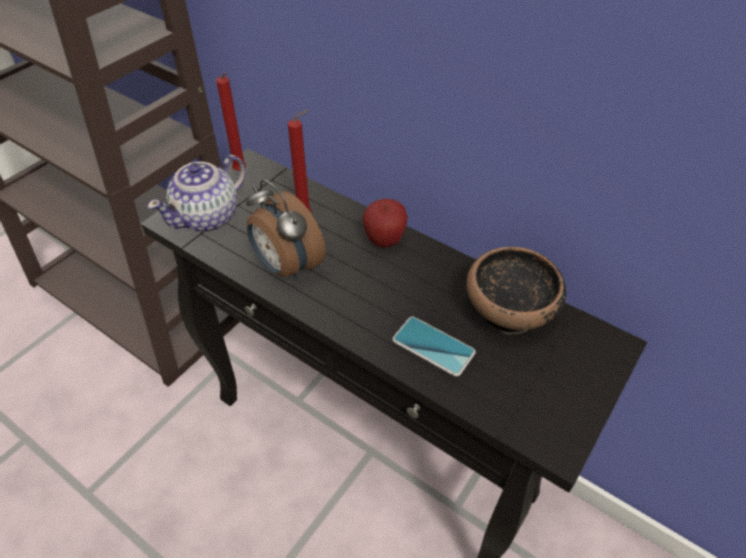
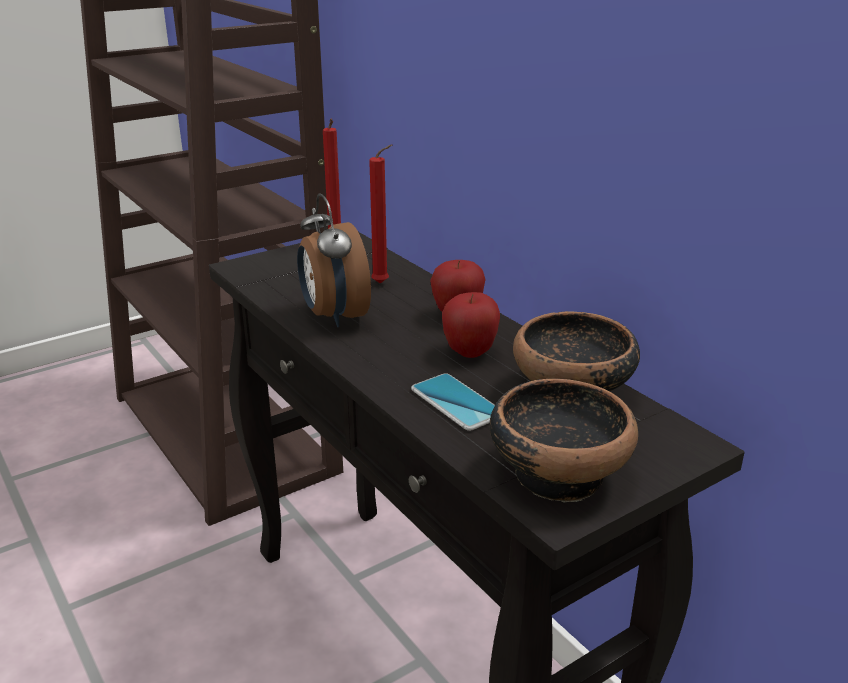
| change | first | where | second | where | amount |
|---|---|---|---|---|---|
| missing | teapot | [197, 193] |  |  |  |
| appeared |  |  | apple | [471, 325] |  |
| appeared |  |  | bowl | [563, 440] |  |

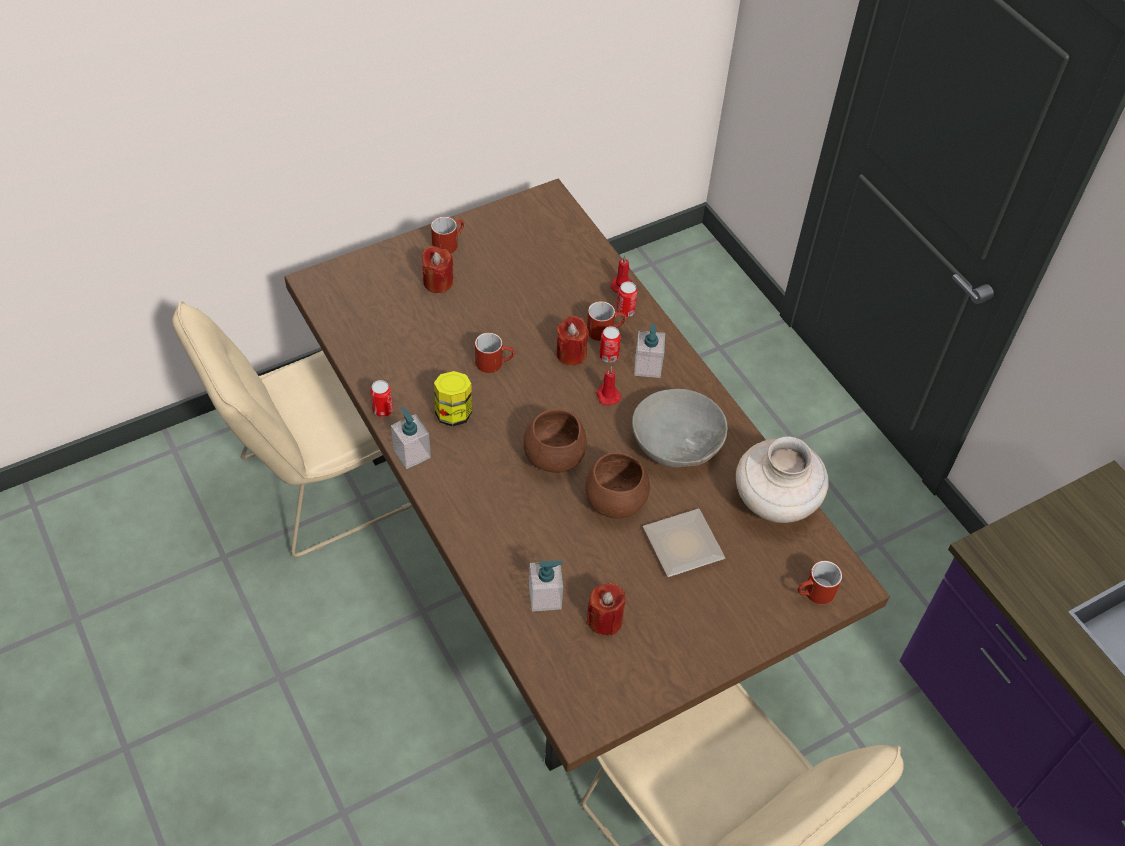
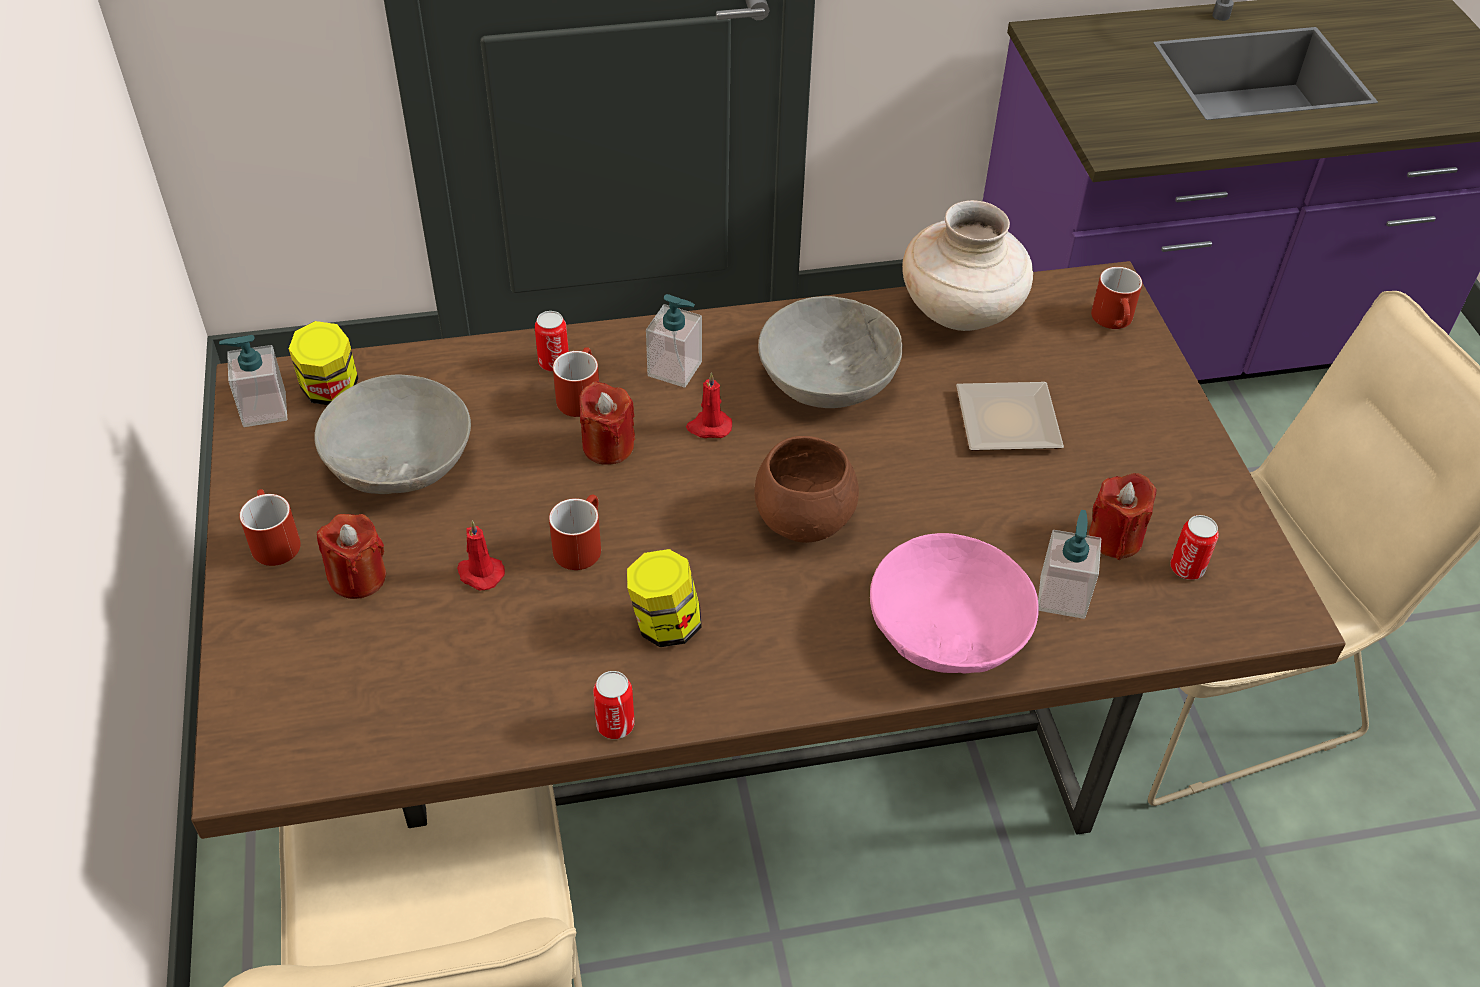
| change | first | where | second | where | amount |
|---|---|---|---|---|---|
| relocated | candle in red | [621, 274] |  | [481, 555] |  |
| relocated | can | [610, 344] |  | [1194, 547] |  |
| relocated | soap dispenser | [411, 438] |  | [253, 381] |  |
| missing | bowl in brown | [617, 485] |  |  |  |
| appeared |  |  | jar | [323, 363] |  |
| appeared |  |  | bowl in grey | [392, 434] |  |
| appeared |  |  | bowl in pink | [954, 603] |  |

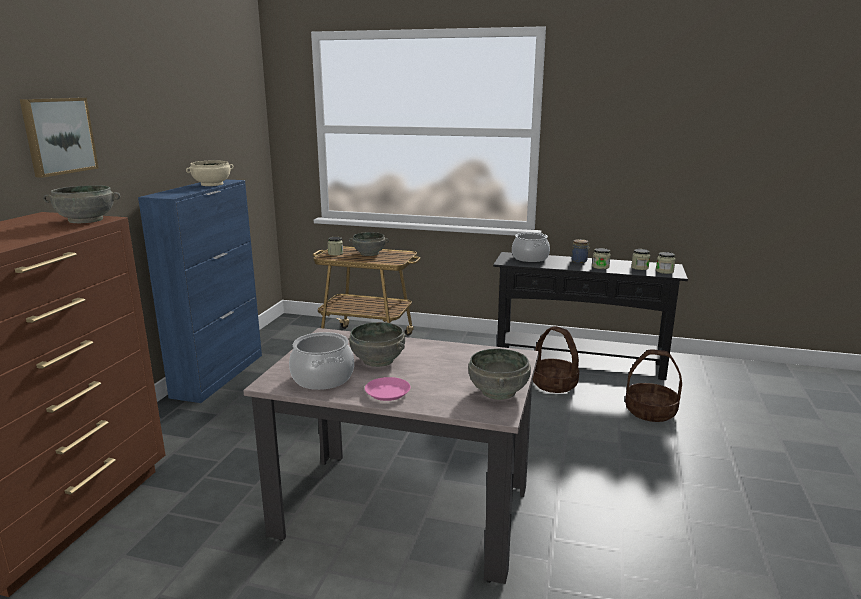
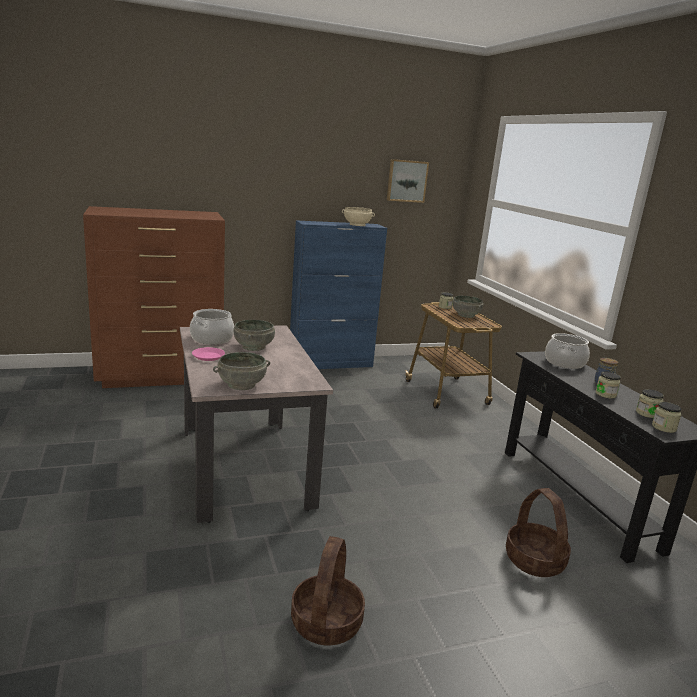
| change | first | where | second | where | amount |
|---|---|---|---|---|---|
| relocated | picture | [59, 138] |  | [408, 181] |  |
| missing | bowl in grey | [81, 204] |  |  |  |
| relocated | basket | [555, 359] |  | [328, 591] |  |

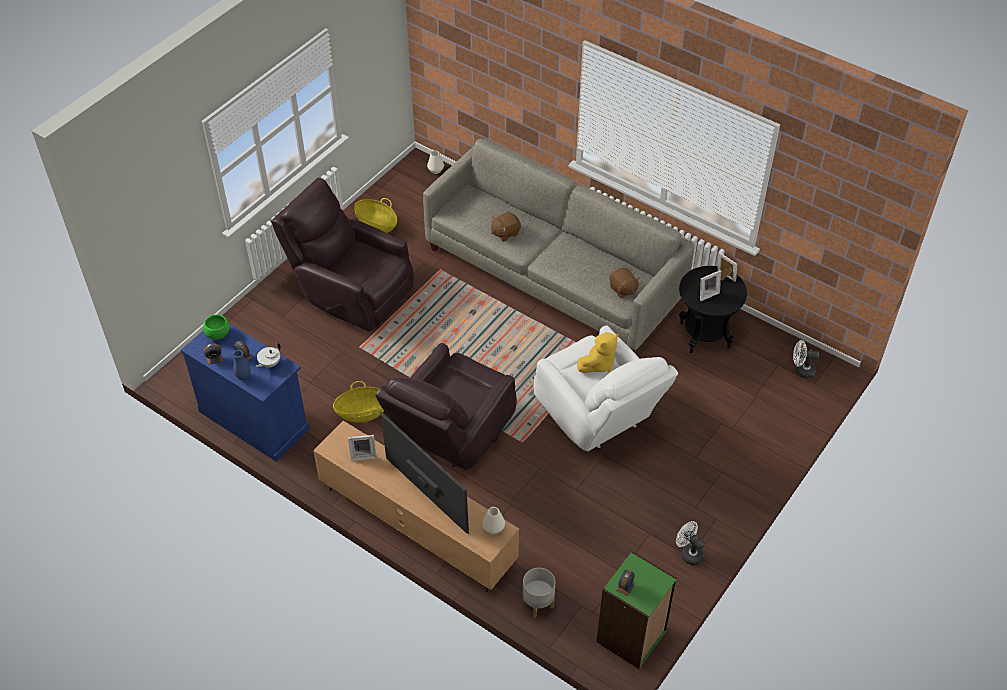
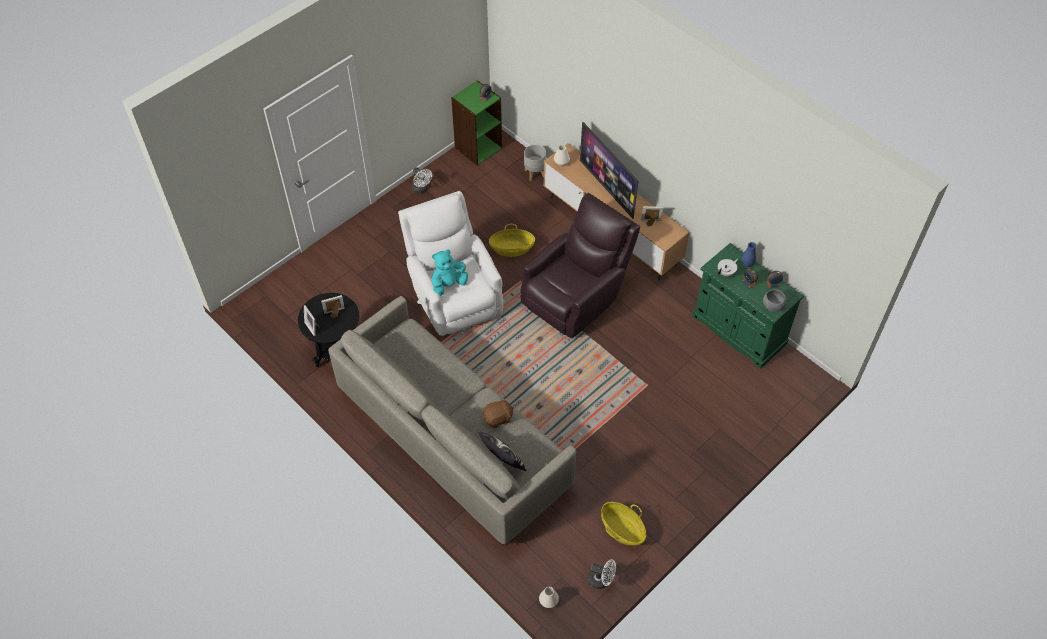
| change | first | where | second | where | amount |
|---|---|---|---|---|---|
| missing | armchair in brown | [342, 254] |  |  |  |
| missing | plush toy in brown | [624, 283] |  |  |  |
| colour | bowl in green | [216, 327] | bowl in grey | [775, 300] |  |
| colour | cabinet in blue | [245, 393] | cabinet in green | [748, 306] |  |
| colour | plush toy in yellow | [598, 352] | plush toy in turquoise | [450, 272] |  |
| relocated | fan in white | [806, 359] |  | [602, 574] |  |
| relocated | basket | [358, 401] |  | [512, 240] |  |
| appeared |  |  | pillow | [502, 451] |  |

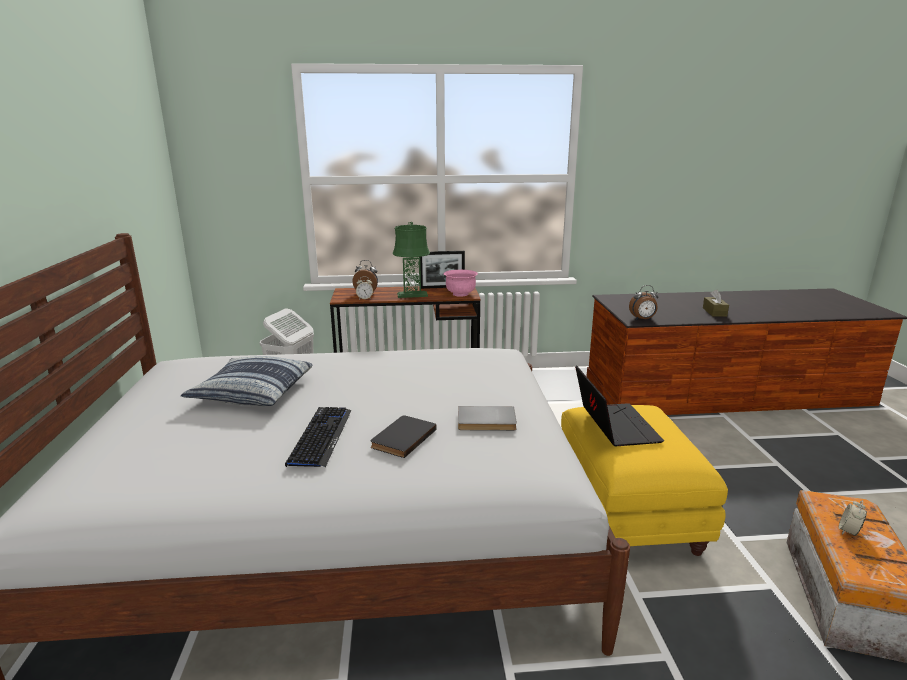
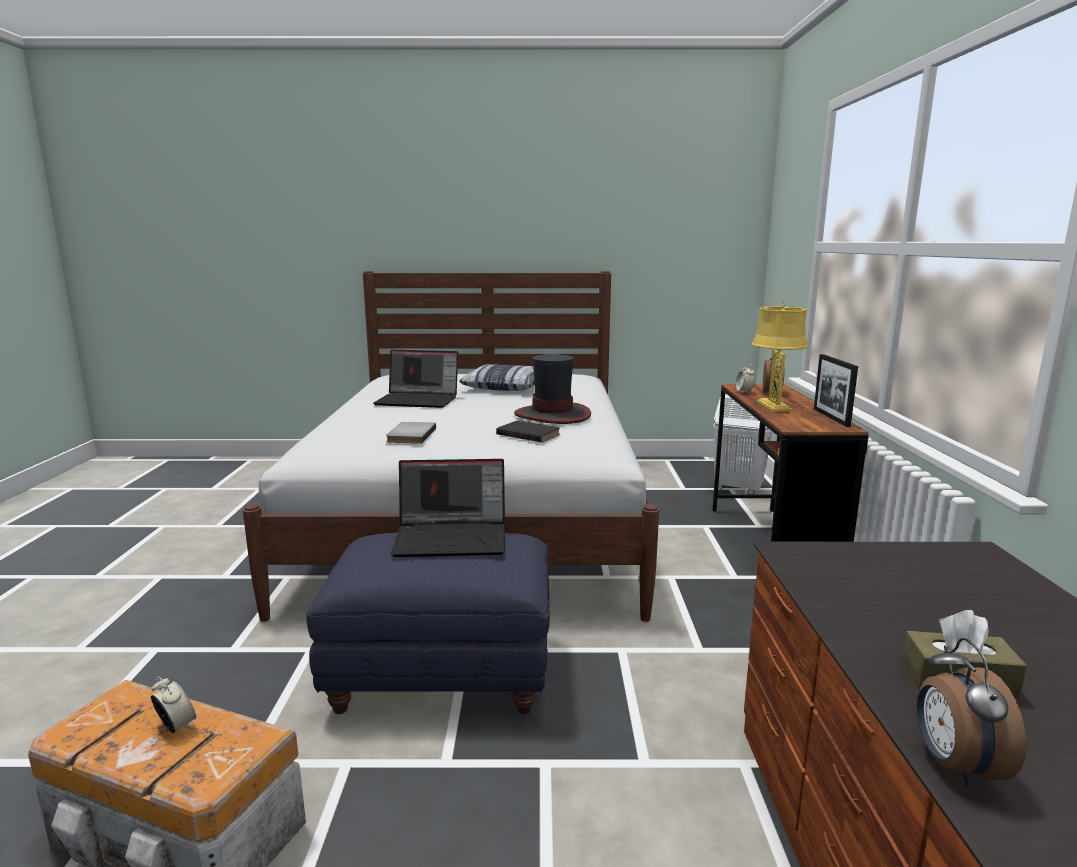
| change | first | where | second | where | amount |
|---|---|---|---|---|---|
| colour | table lamp in green | [411, 260] | table lamp in yellow | [780, 356] |  |
| missing | bowl in pink | [461, 283] |  |  |  |
| relocated | alarm clock | [643, 302] |  | [972, 712] |  |
| colour | ottoman in yellow | [644, 480] | ottoman in blue | [428, 623] |  |
| exchanged | keyboard | [318, 437] | laptop | [415, 379] |  |
| relocated | book in black | [404, 436] |  | [528, 432] |  |
| appeared |  |  | hat | [552, 389] |  |

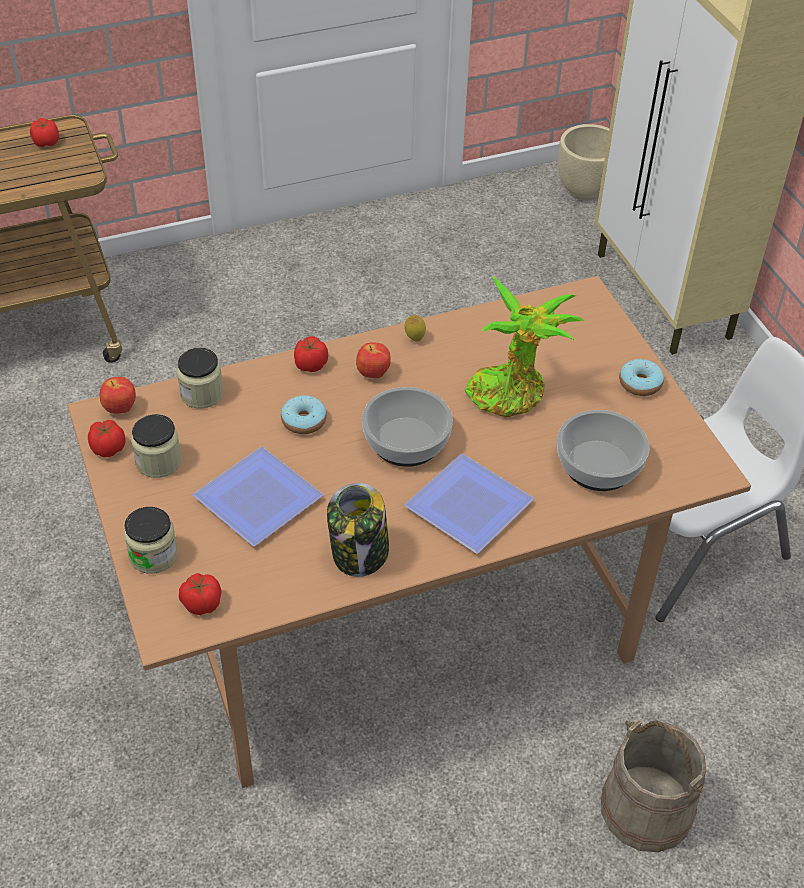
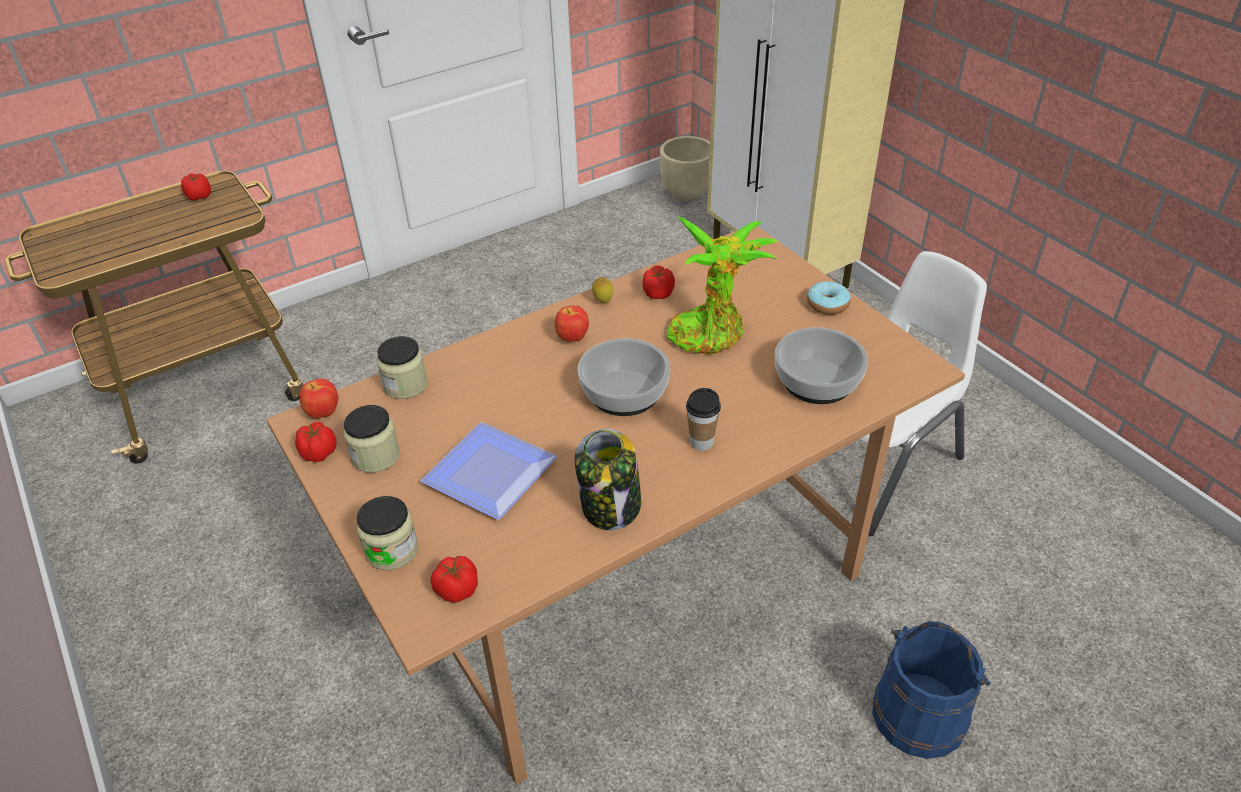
| change | first | where | second | where | amount |
|---|---|---|---|---|---|
| relocated | tomato | [311, 354] |  | [659, 282] |  |
| missing | donut | [304, 414] |  |  |  |
| exchanged | plate | [469, 503] | cup | [703, 419] |  |
| colour | bucket in beige | [653, 785] | bucket in blue | [931, 690] |  |

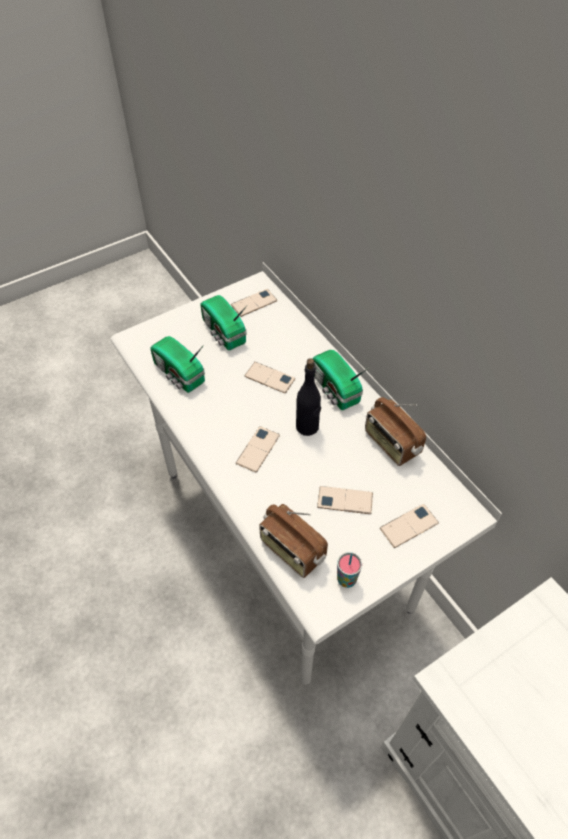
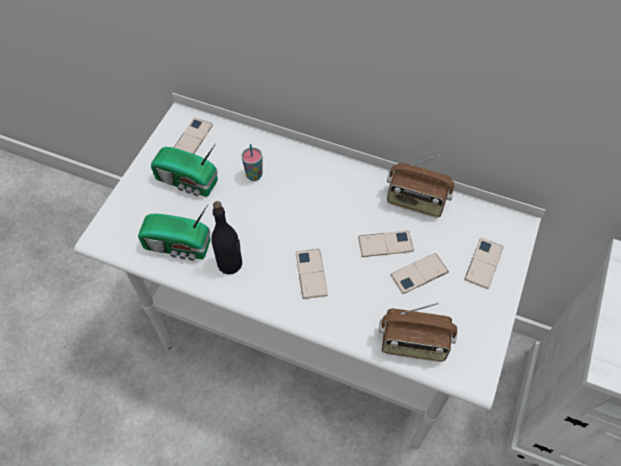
| change | first | where | second | where | amount |
|---|---|---|---|---|---|
| missing | radio | [341, 380] |  |  |  |
| relocated | bottle in black | [308, 397] |  | [226, 237] |  |
| relocated | phone | [269, 377] |  | [386, 244] |  |
| relocated | cup | [349, 570] |  | [251, 162] |  |

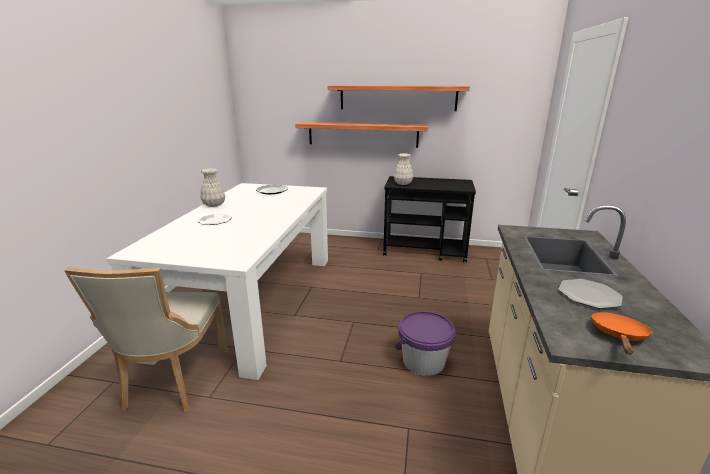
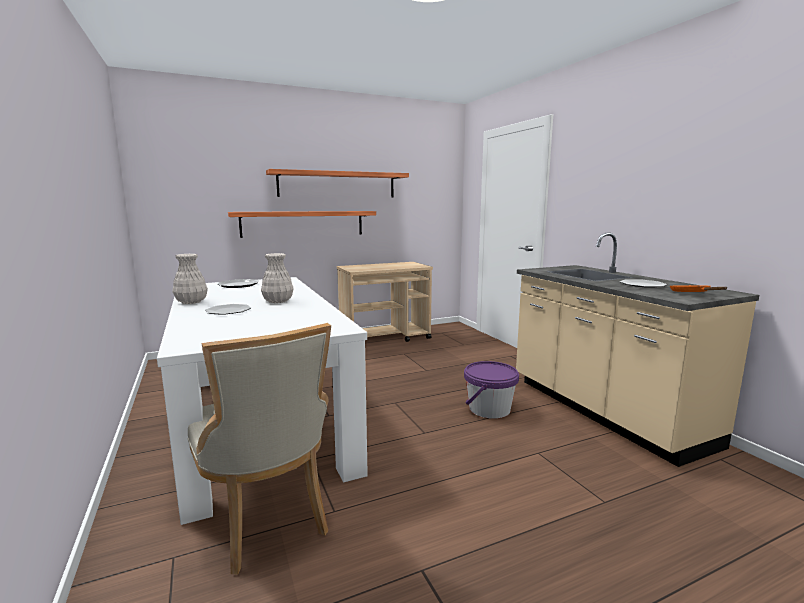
| change | first | where | second | where | amount |
|---|---|---|---|---|---|
| relocated | vase in white | [403, 169] |  | [277, 278] |  |
| colour | cart in black | [429, 219] | cart in beige | [385, 302] |  |

